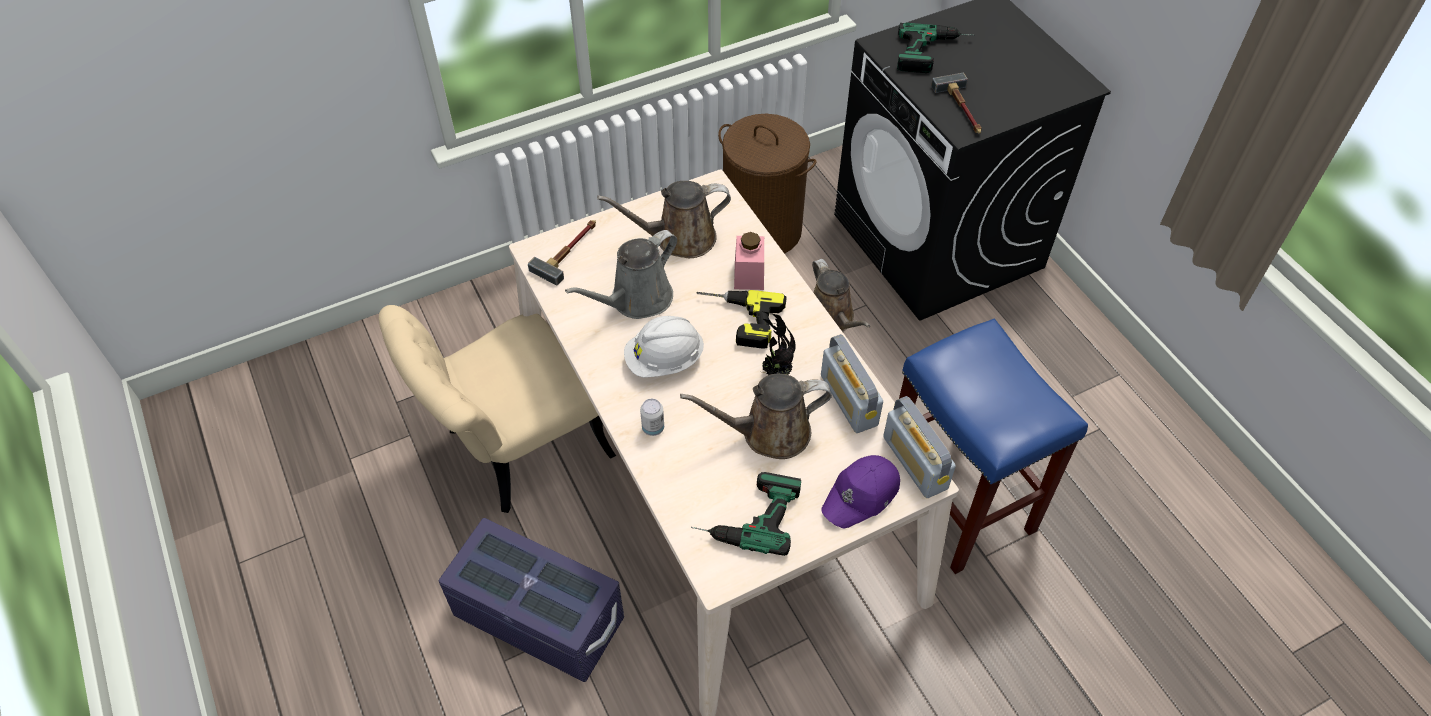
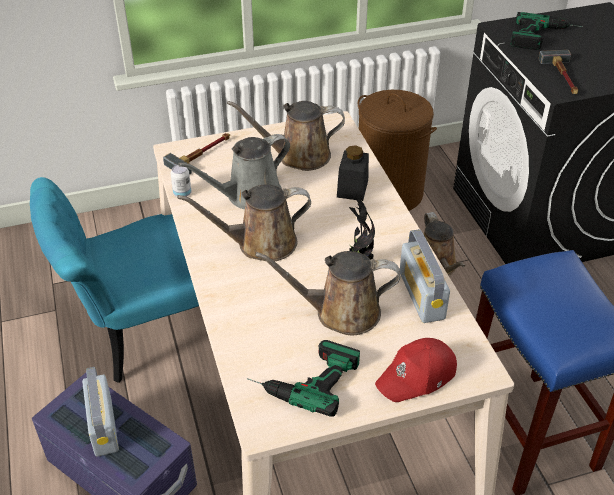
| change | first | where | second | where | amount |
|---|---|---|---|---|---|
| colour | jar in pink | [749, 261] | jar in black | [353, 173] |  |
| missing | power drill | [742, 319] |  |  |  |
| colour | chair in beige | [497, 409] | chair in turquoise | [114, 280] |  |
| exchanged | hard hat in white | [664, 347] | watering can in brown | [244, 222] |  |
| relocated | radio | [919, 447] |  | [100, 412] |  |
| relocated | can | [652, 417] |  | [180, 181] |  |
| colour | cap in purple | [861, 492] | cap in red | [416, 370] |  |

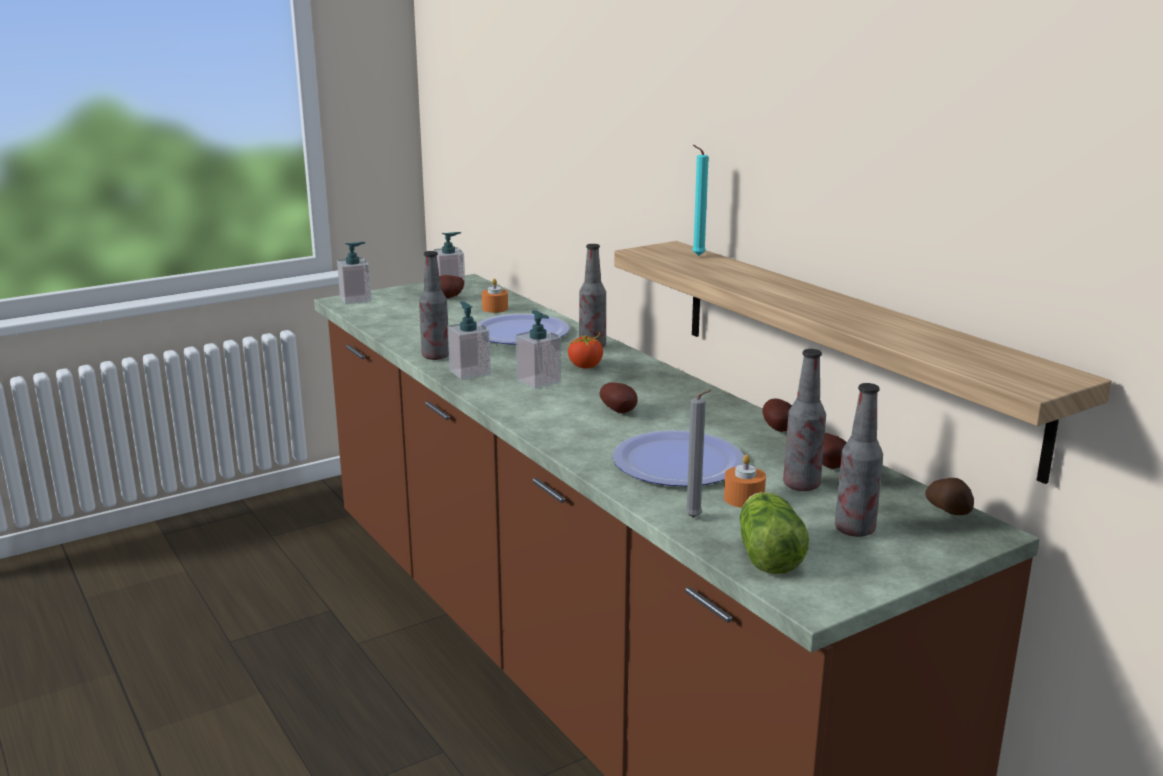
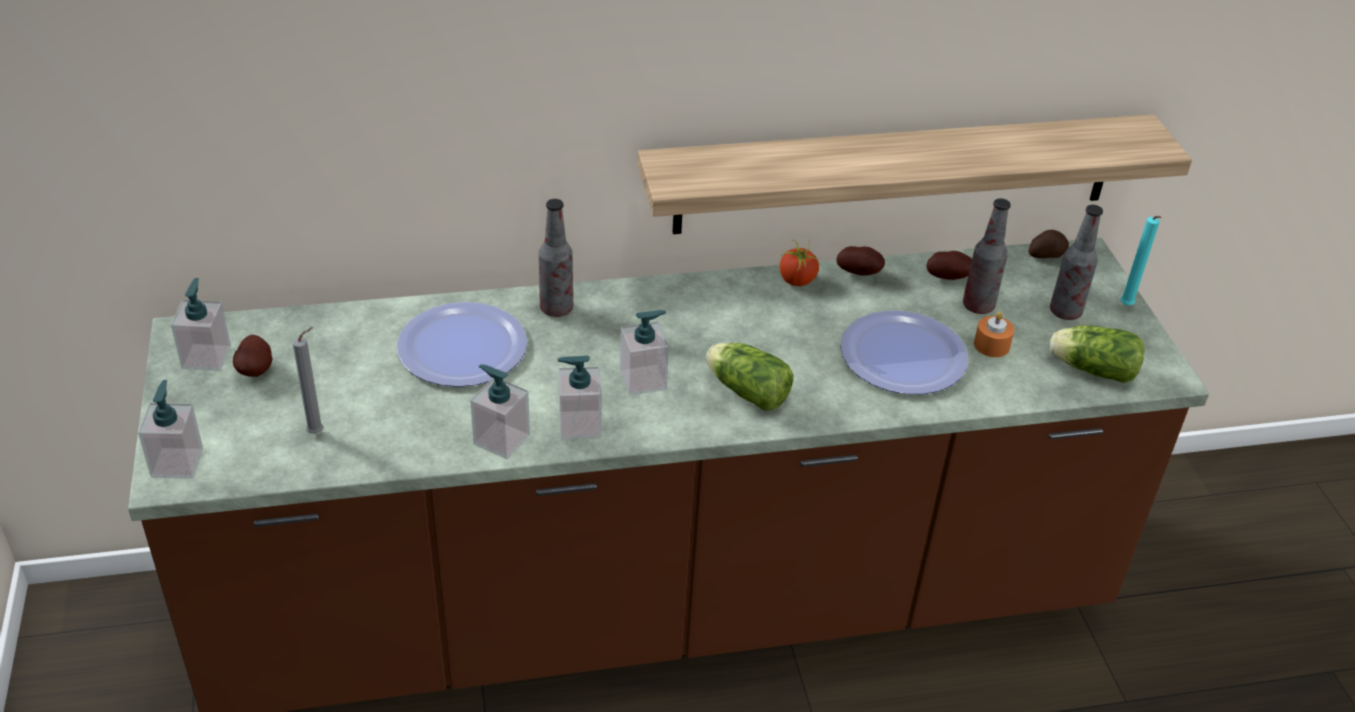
| change | first | where | second | where | amount |
|---|---|---|---|---|---|
| relocated | candle in turquoise | [700, 200] |  | [1141, 261] |  |
| exchanged | bottle | [434, 305] | soap dispenser | [500, 411] |  |
| missing | candle in orange | [495, 296] |  |  |  |
| relocated | tomato | [586, 350] |  | [799, 263] |  |
| missing | potato | [619, 397] |  |  |  |
| relocated | candle in grey | [698, 454] |  | [308, 380] |  |
| appeared |  |  | lettuce | [750, 376] |  |

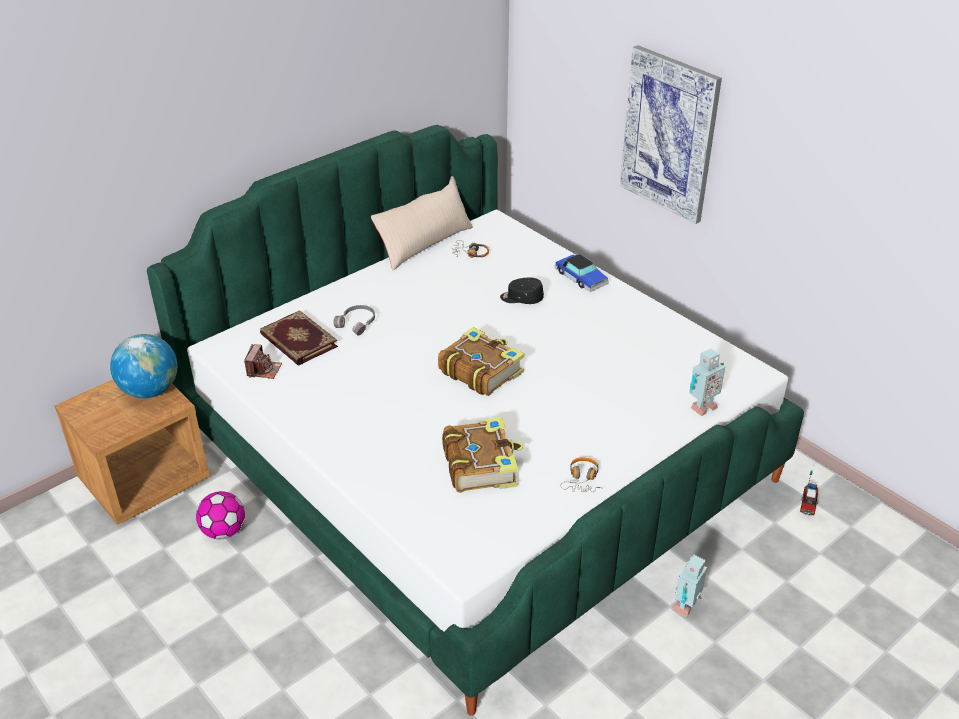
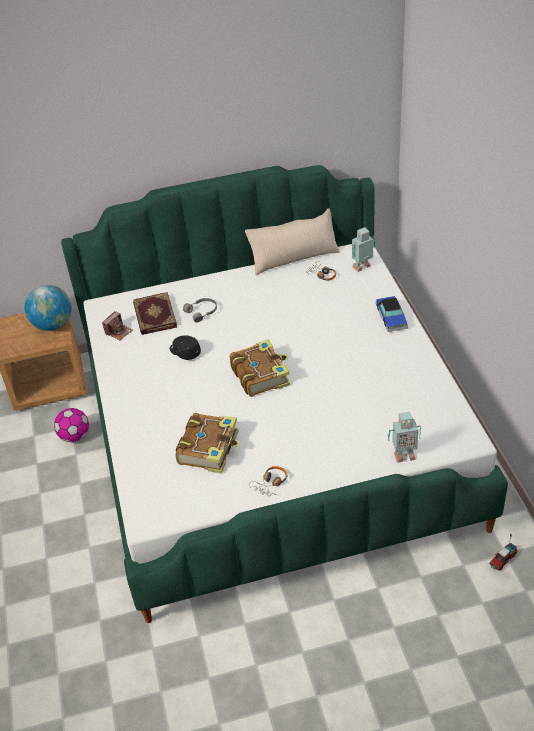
| change | first | where | second | where | amount |
|---|---|---|---|---|---|
| missing | picture | [671, 134] |  |  |  |
| relocated | cap in black | [522, 291] |  | [185, 347] |  |
| relocated | toy robot | [690, 586] |  | [363, 249] |  |

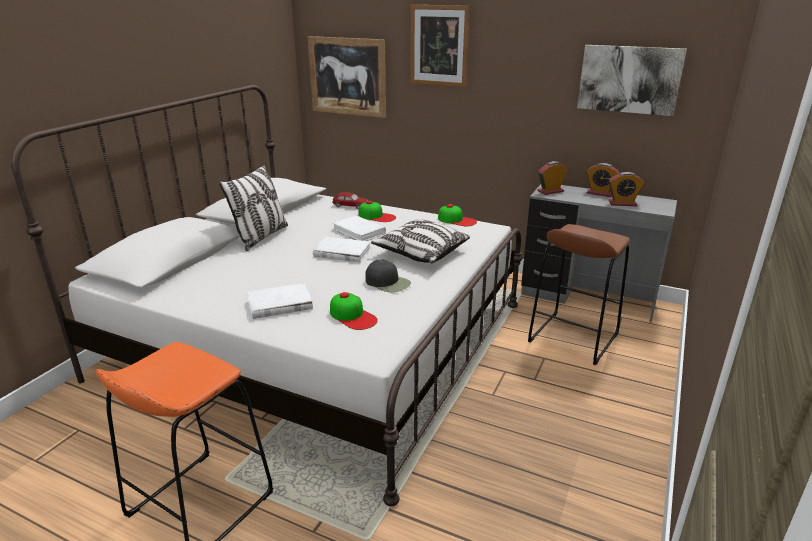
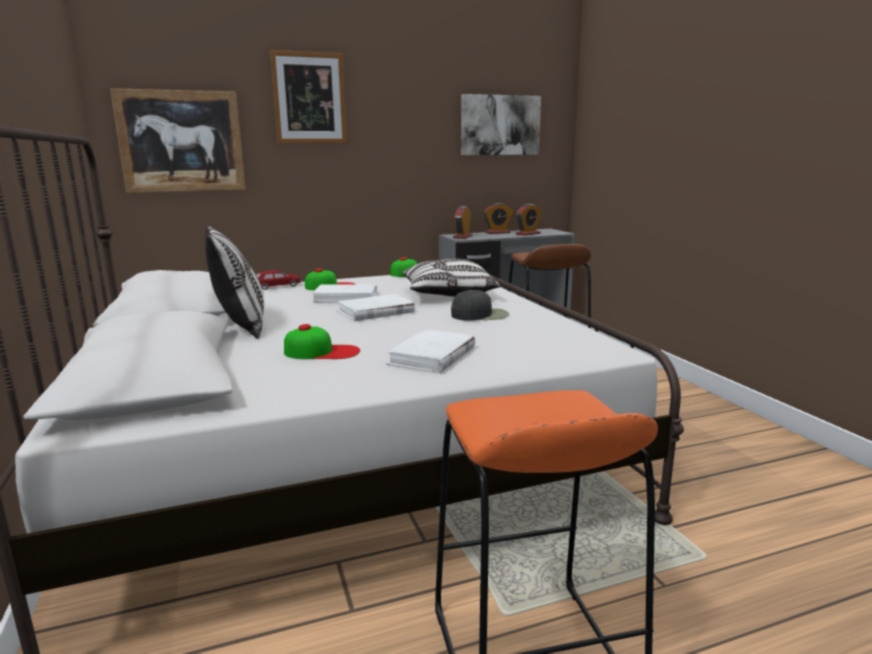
| change | first | where | second | where | amount |
|---|---|---|---|---|---|
| relocated | cap | [354, 311] |  | [322, 341] |  |

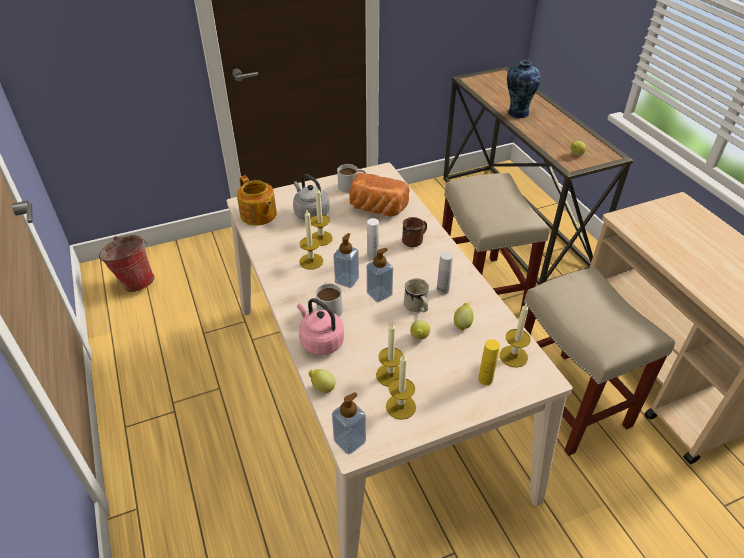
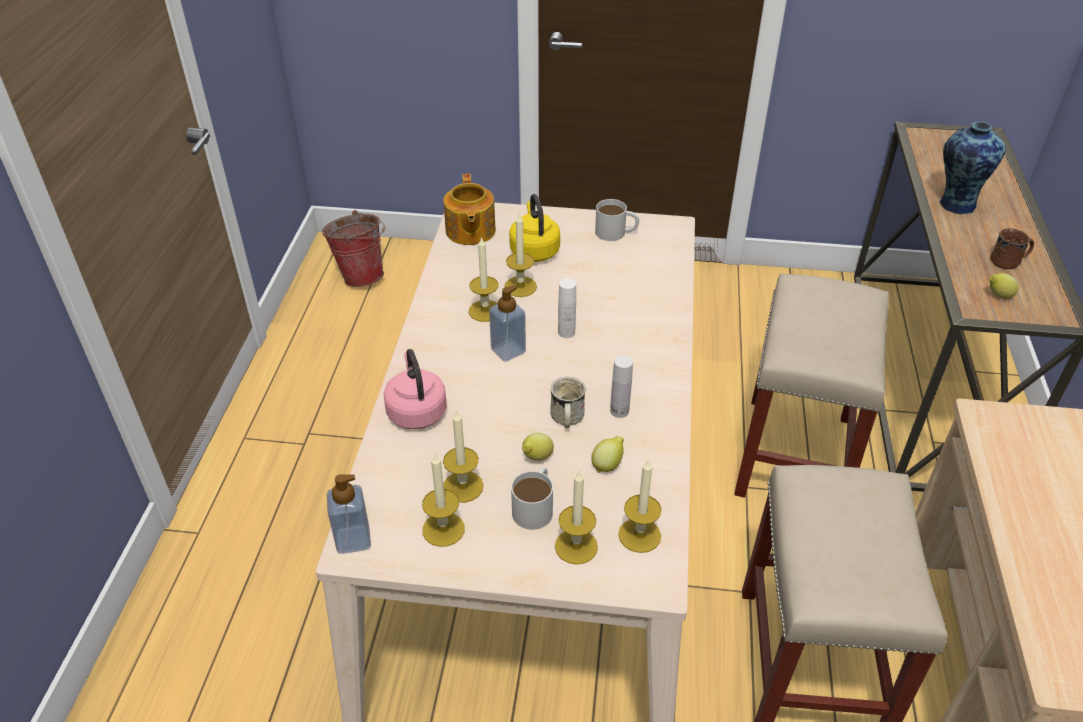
| change | first | where | second | where | amount |
|---|---|---|---|---|---|
| missing | bread | [379, 194] |  |  |  |
| colour | kettle in grey | [311, 197] | kettle in yellow | [534, 228] |  |
| relocated | mug in brown | [414, 232] |  | [1012, 248] |  |
| missing | soap dispenser | [380, 275] |  |  |  |
| relocated | mug in white | [329, 299] |  | [532, 498] |  |
| exchanged | bottle in yellow | [489, 362] | candle | [576, 517] |  |
| missing | lemon | [322, 381] |  |  |  |

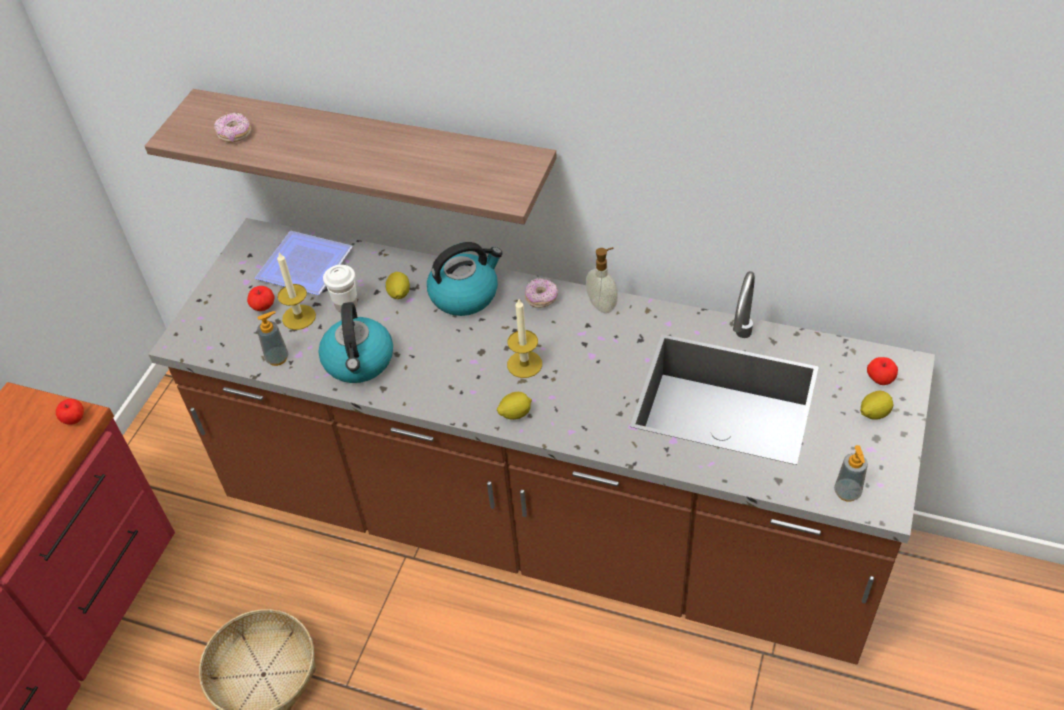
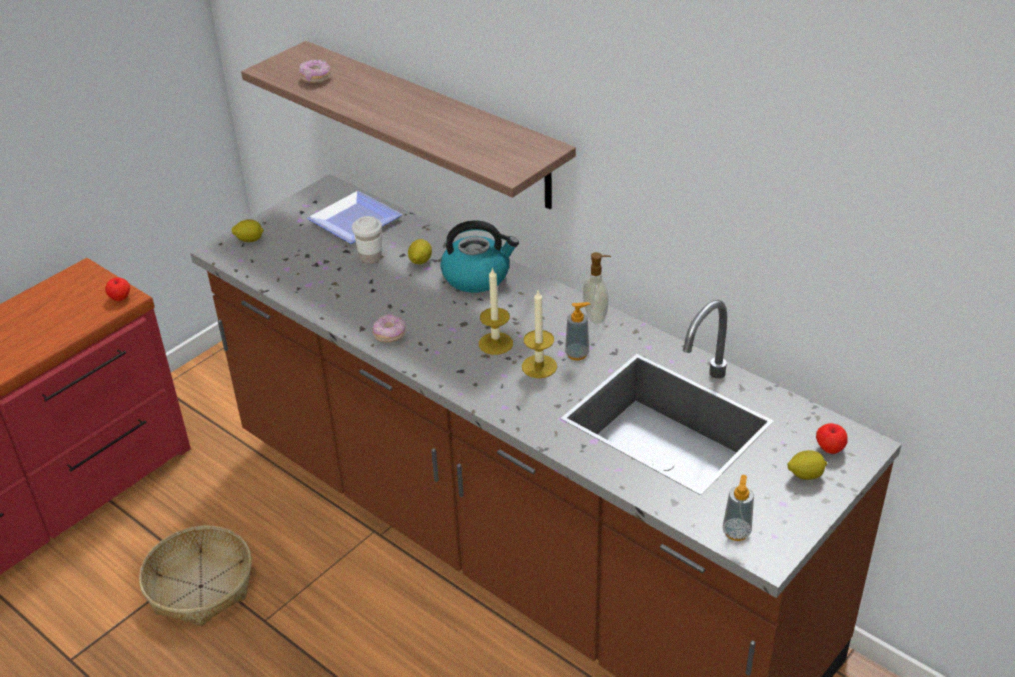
| change | first | where | second | where | amount |
|---|---|---|---|---|---|
| relocated | candle | [296, 291] |  | [539, 334] |  |
| relocated | donut | [541, 293] |  | [389, 328] |  |
| missing | apple | [260, 298] |  |  |  |
| missing | kettle | [355, 342] |  |  |  |
| relocated | soap dispenser | [272, 338] |  | [577, 331] |  |
| relocated | lemon | [514, 406] |  | [248, 231] |  |

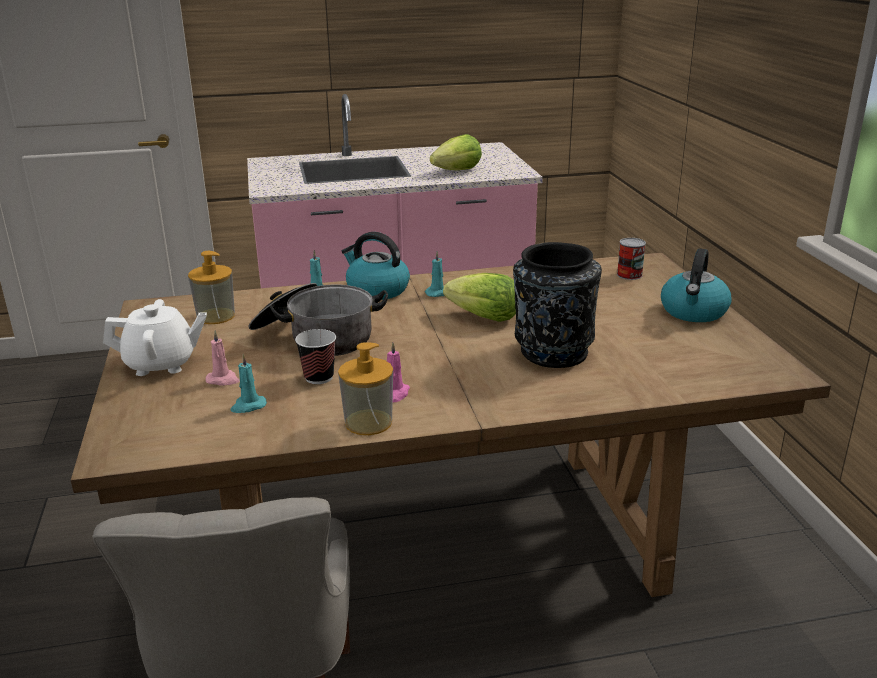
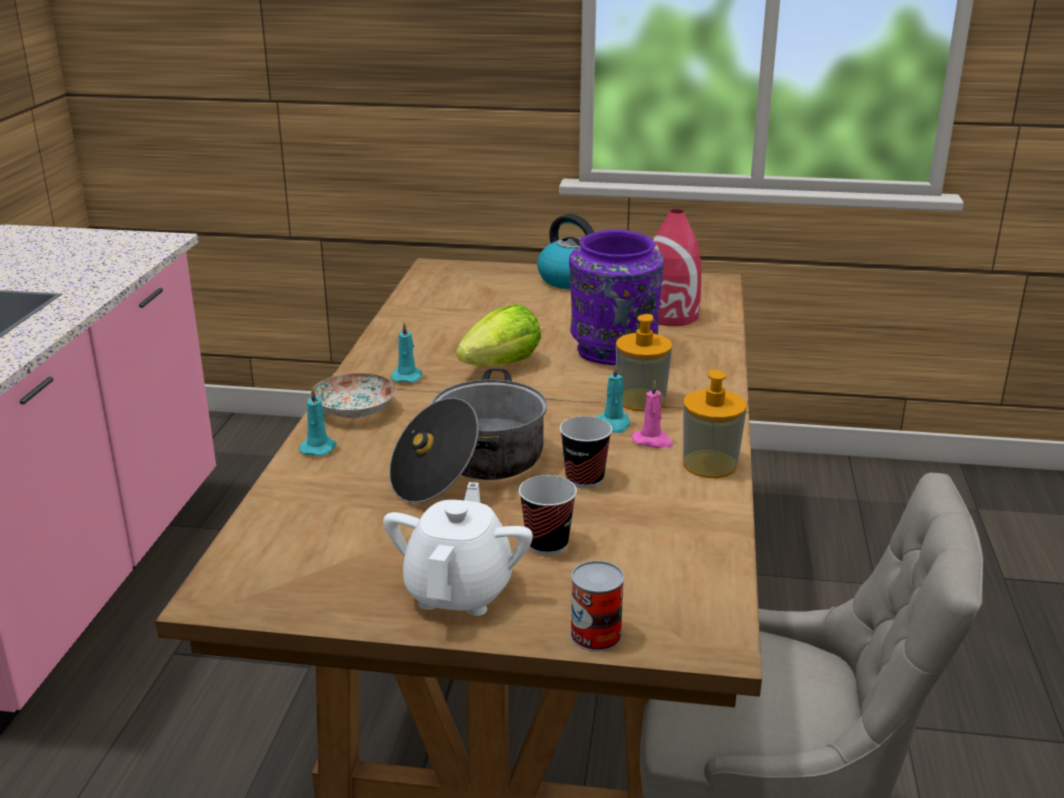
| change | first | where | second | where | amount |
|---|---|---|---|---|---|
| missing | lettuce | [456, 152] |  |  |  |
| exchanged | kettle | [376, 266] | plate | [353, 395] |  |
| relocated | can | [631, 259] |  | [597, 606] |  |
| colour | vase in black | [557, 305] | vase in purple | [616, 297] |  |
| relocated | soap dispenser | [211, 287] |  | [644, 362] |  |
| exchanged | candle in pink | [223, 358] | cup | [548, 515] |  |
| relocated | candle in turquoise | [249, 383] |  | [613, 398] |  |
| appeared |  |  | vase in red | [677, 267] |  |

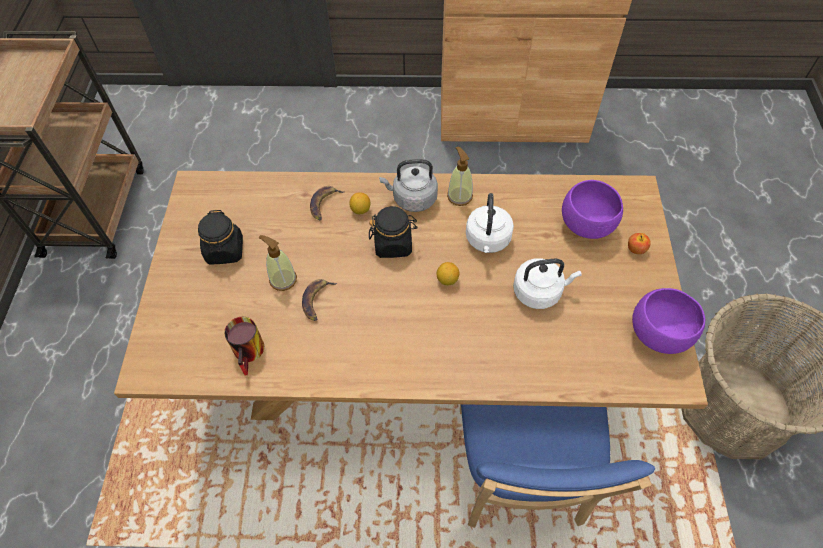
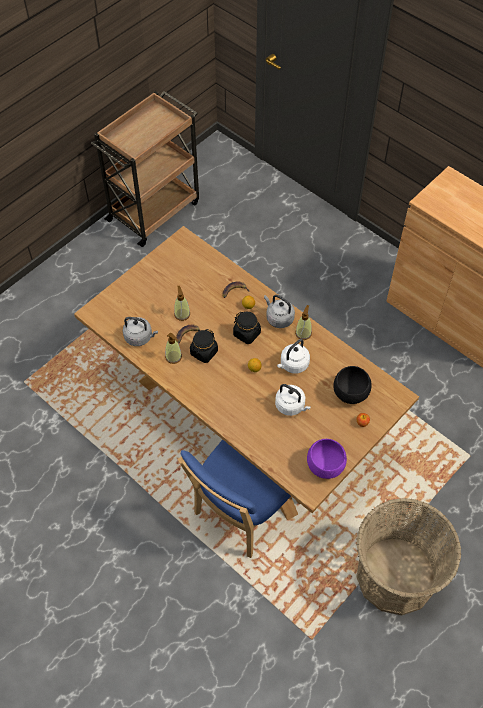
| change | first | where | second | where | amount |
|---|---|---|---|---|---|
| colour | bowl in purple | [592, 209] | bowl in black | [352, 385] |  |
| relocated | jar in black | [220, 237] |  | [204, 346] |  |
| exchanged | mug | [244, 346] | kettle in grey | [140, 331] |  |
| appeared |  |  | soap dispenser | [173, 348] |  |

